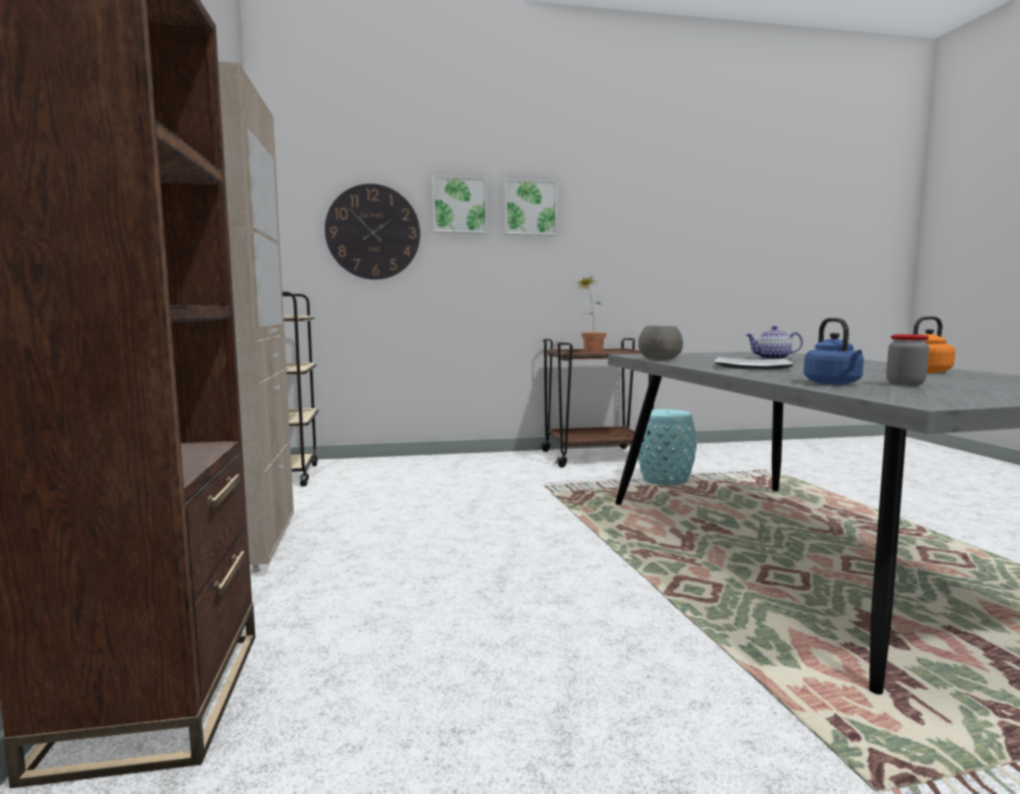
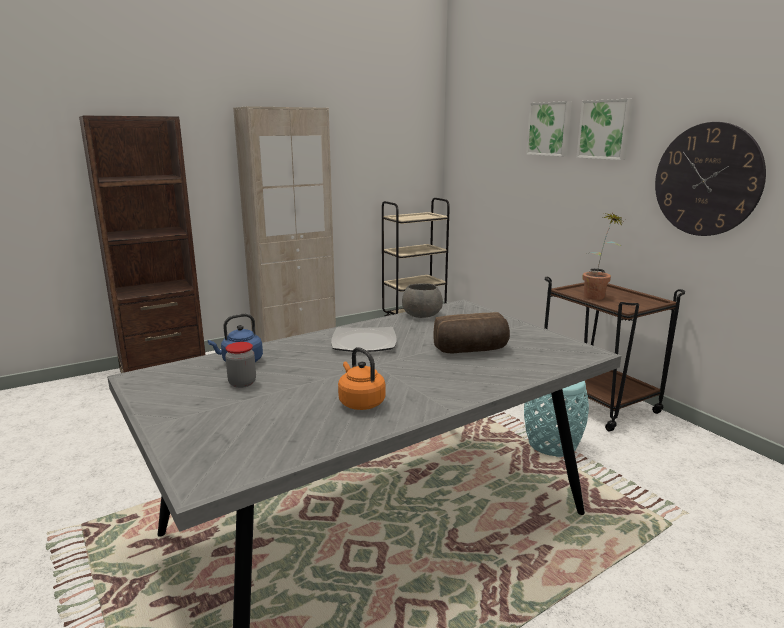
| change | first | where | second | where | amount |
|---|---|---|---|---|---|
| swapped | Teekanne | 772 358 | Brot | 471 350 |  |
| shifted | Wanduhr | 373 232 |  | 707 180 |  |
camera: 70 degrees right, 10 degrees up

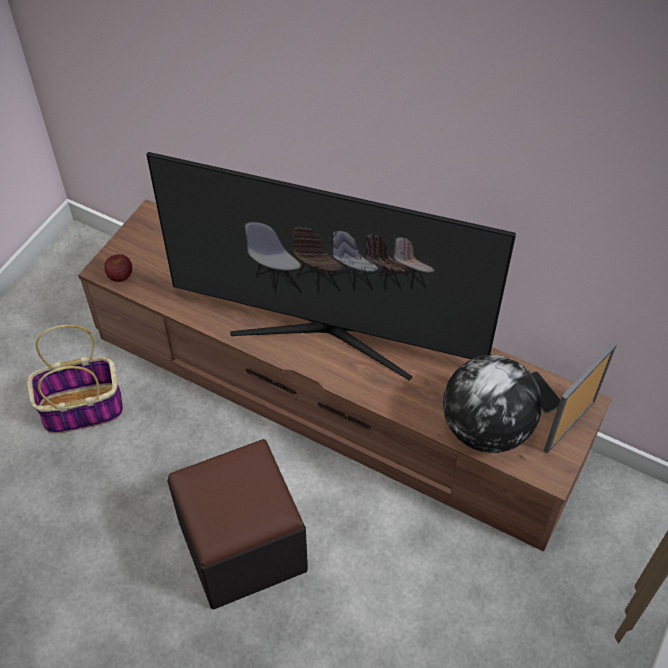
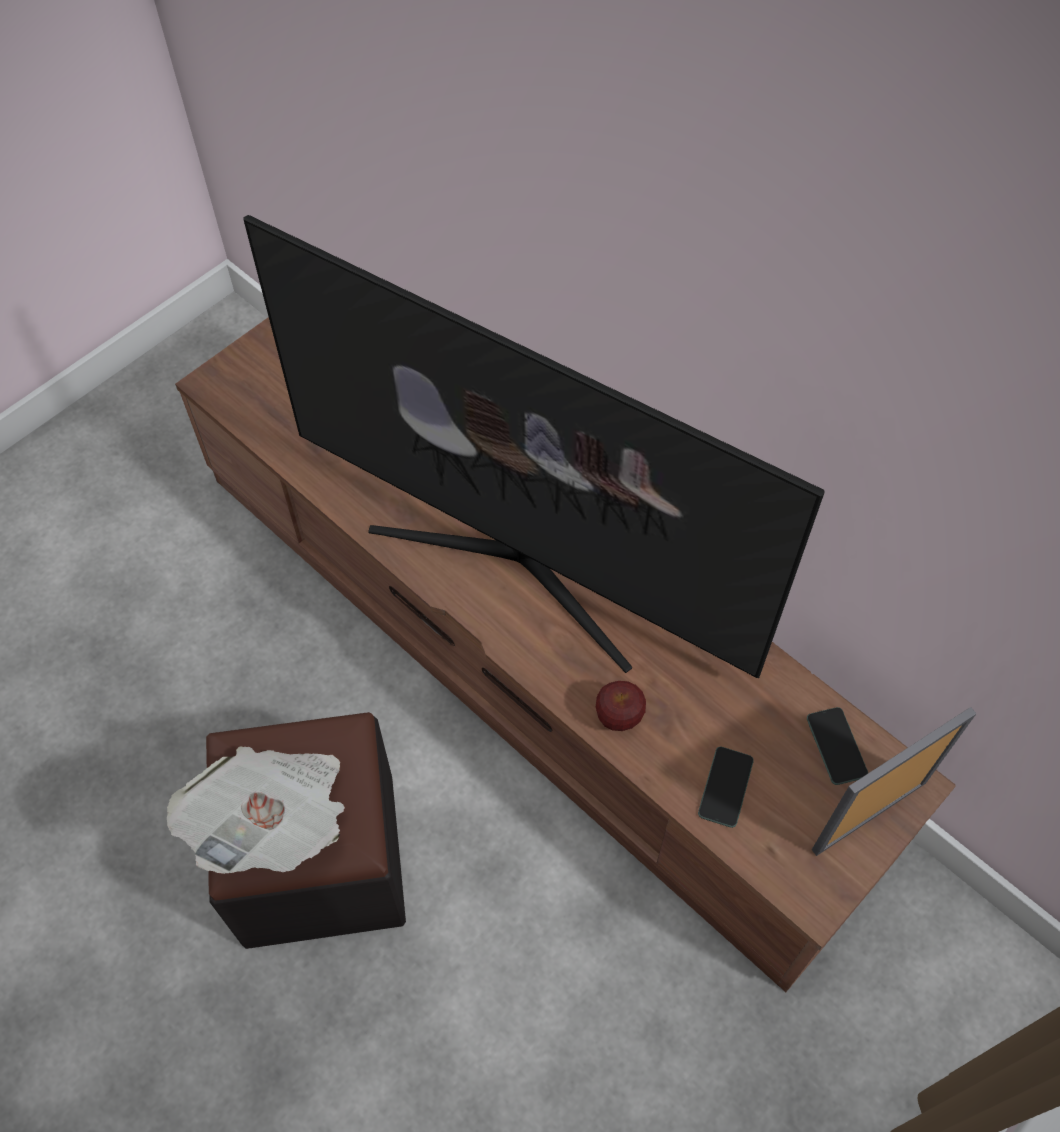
| change | first | where | second | where | amount |
|---|---|---|---|---|---|
| new |  |  | Zeitung | 273 820 |  |
| shifted | Apfel | 120 276 |  | 619 716 |  |
| swapped | Globus | 485 429 | Handy | 725 787 |  |
| gone | Korb | 80 410 |  |  |  |
camera: 15 degrees right, 5 degrees up

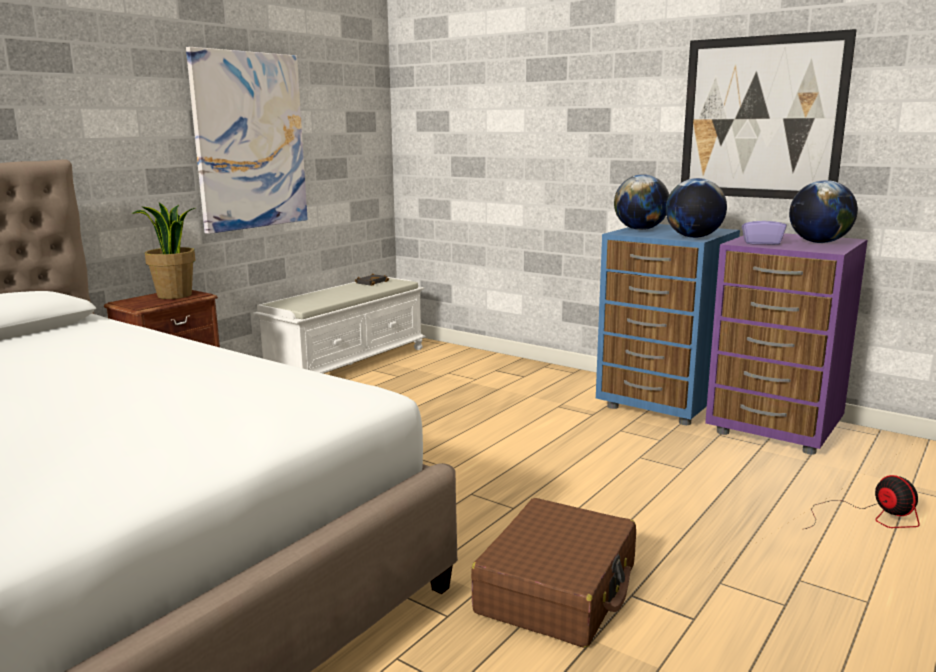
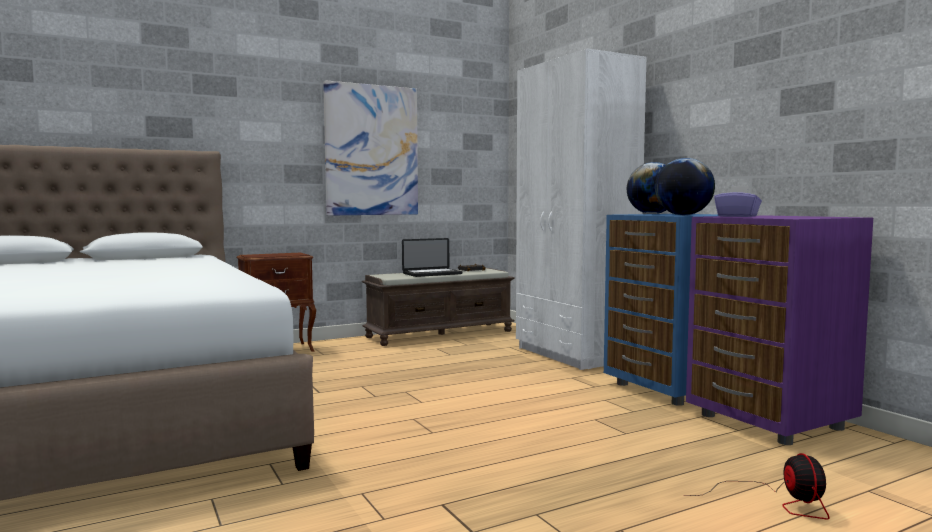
| change | first | where | second | where | amount |
|---|---|---|---|---|---|
| repainted | Bank/weiß | 348 363 | Bank/braun | 440 333 |  |
| new |  |  | Laptop | 432 274 |  |
| new |  |  | Kleiderschrank/weiß | 574 355 |  |
| gone | Topfpflanze | 174 295 |  |  |  |
| gone | Koffer/braun | 557 589 |  |  |  |
| gone | Bild | 761 118 |  |  |  |
| gone | Globus | 819 242 |  |  |  |
camera: 25 degrees right, 10 degrees down

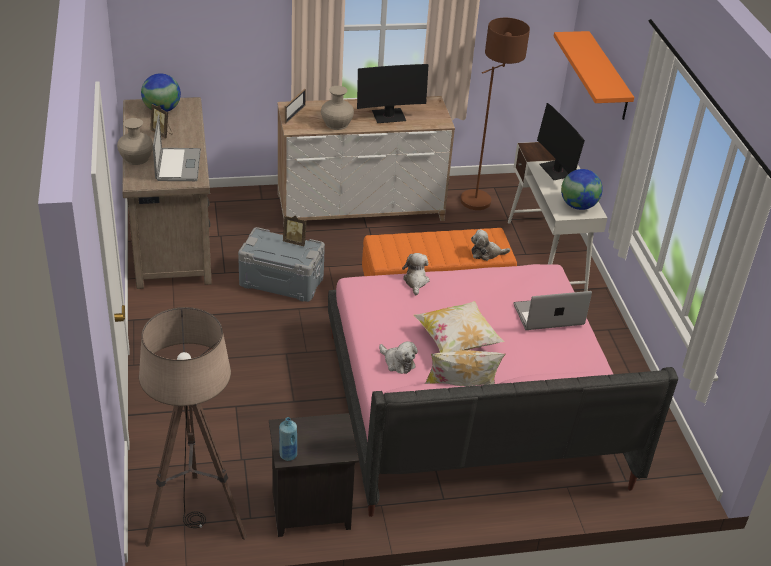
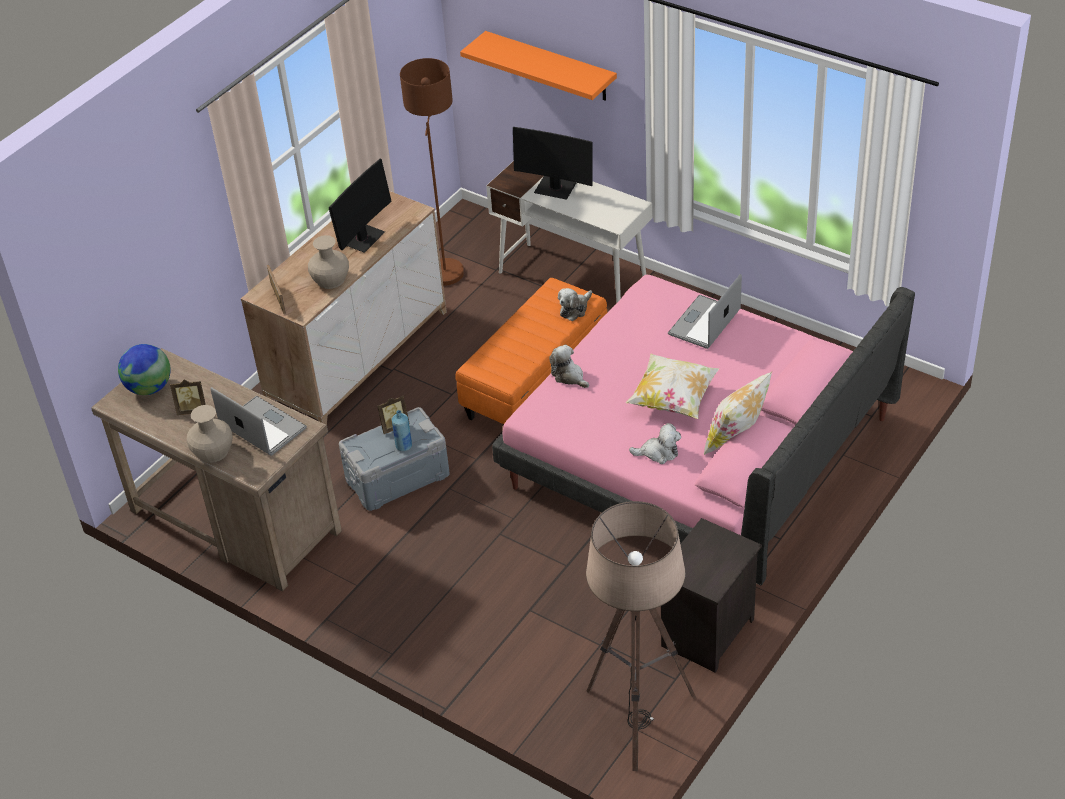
| change | first | where | second | where | amount |
|---|---|---|---|---|---|
| shifted | Flasche/blau | 288 455 |  | 404 446 |  |
| gone | Globus | 578 206 |  |  |  |
camera: 40 degrees left, 5 degrees up

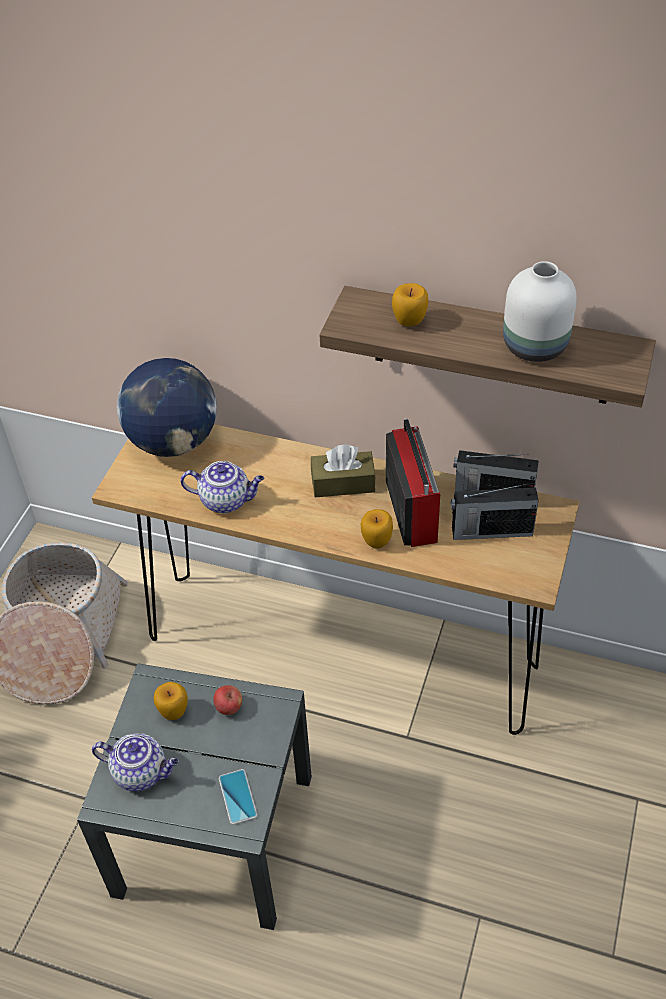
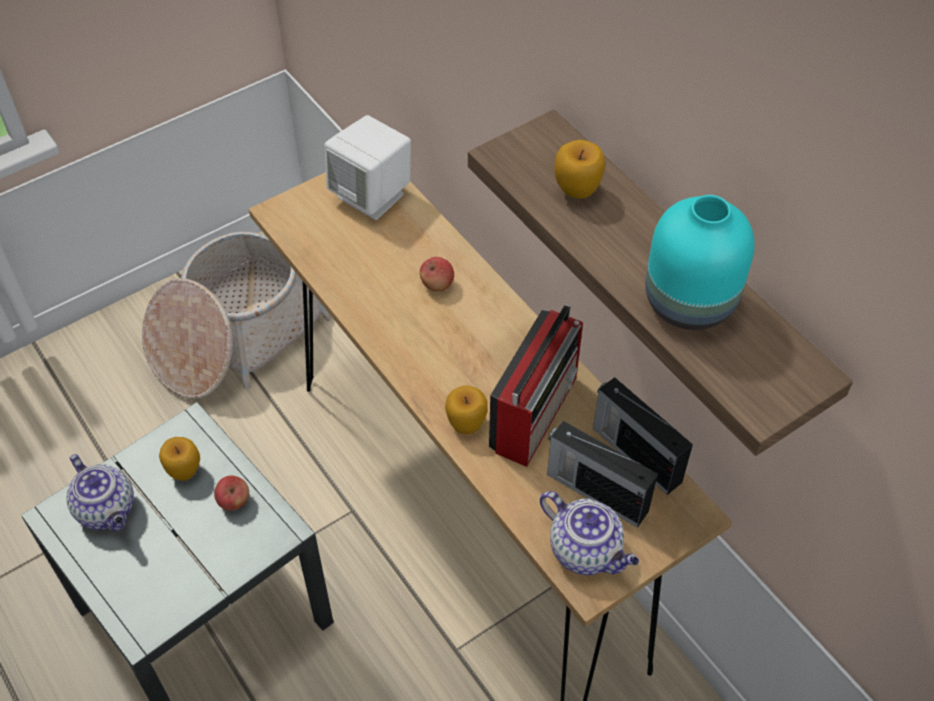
| change | first | where | second | where | amount |
|---|---|---|---|---|---|
| swapped | Globus | 174 442 | Lautsprecher/weiß | 372 196 |  |
| new |  |  | Apfel | 437 285 |  |
| shifted | Teekanne | 226 500 |  | 586 551 |  |
| repainted | Vase/weiß | 533 346 | Vase/türkis | 688 300 |  |
| gone | Handy | 237 797 |  |  |  |
| gone | Taschentuchbox/braun | 343 483 |  |  |  |
camera: 35 degrees right, 5 degrees up

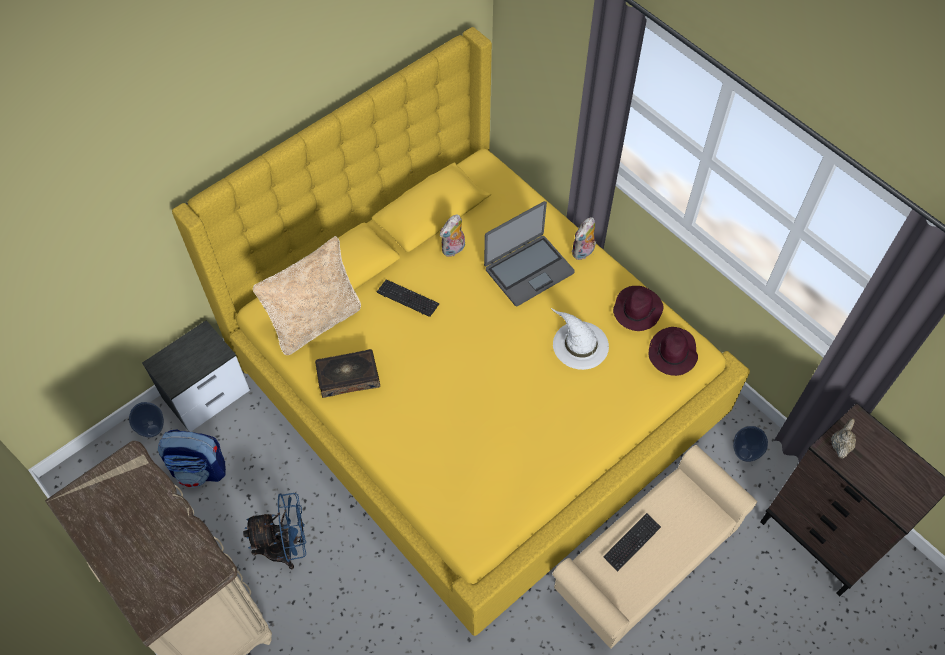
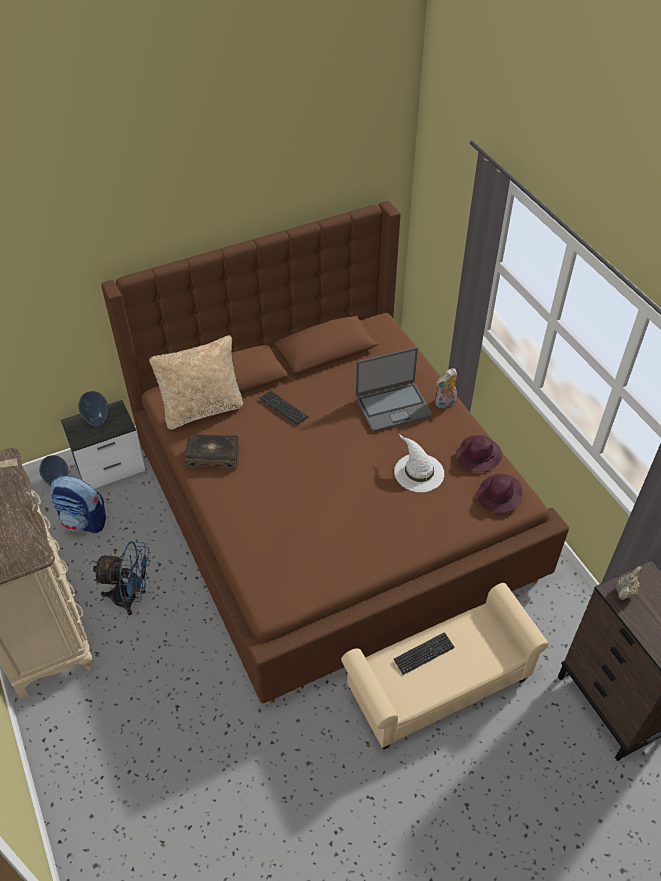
| change | first | where | second | where | amount |
|---|---|---|---|---|---|
| shifted | Vase | 745 454 |  | 97 422 |  |
| repainted | Bett/gelb | 473 386 | Bett/braun | 331 507 |  |
| gone | Plüschtier | 453 250 |  |  |  |
camera: 15 degrees right, 10 degrees down

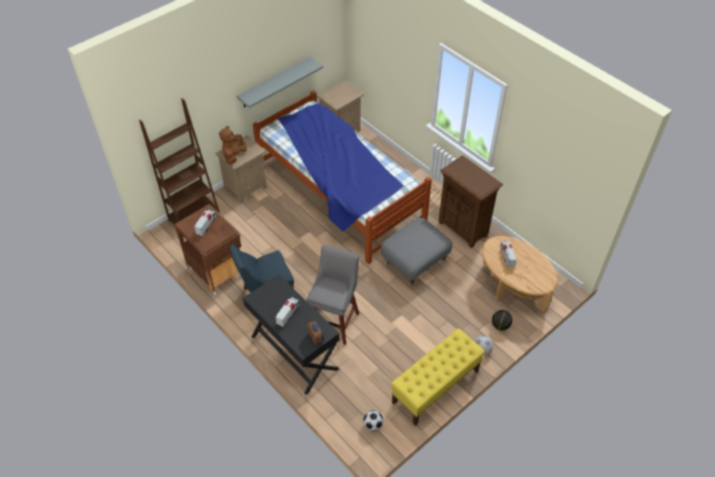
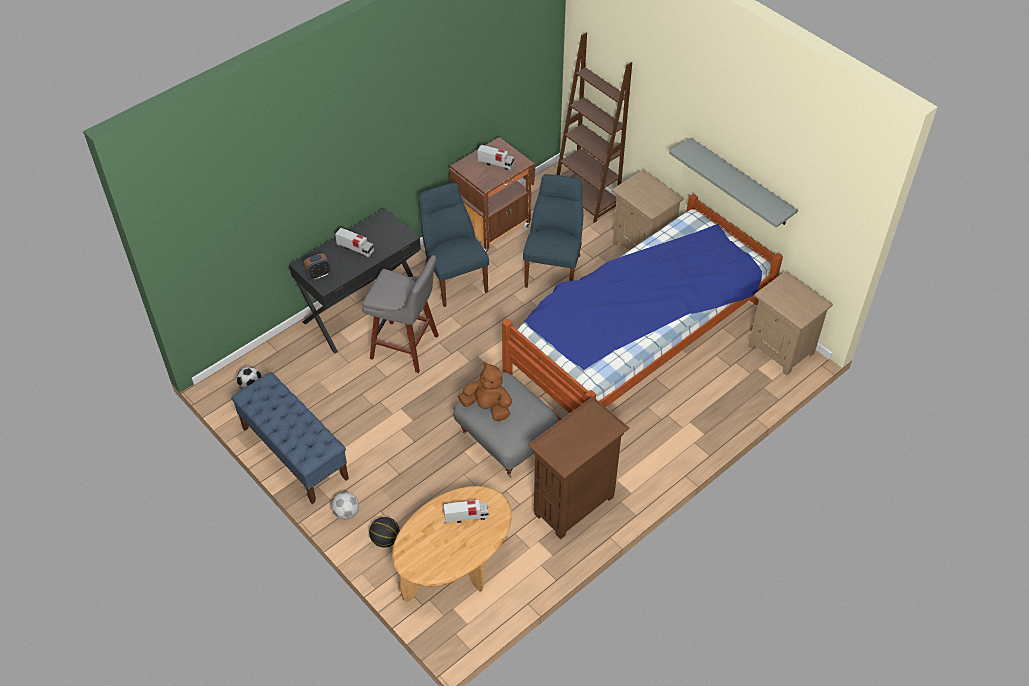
| change | first | where | second | where | amount |
|---|---|---|---|---|---|
| repainted | Bank/gelb | 435 387 | Bank/blau | 294 453 |  |
| shifted | Plüschtier/braun | 234 155 |  | 487 407 |  |
| new |  |  | Stuhl/blau | 554 268 |  |
camera: 90 degrees right, 0 degrees up

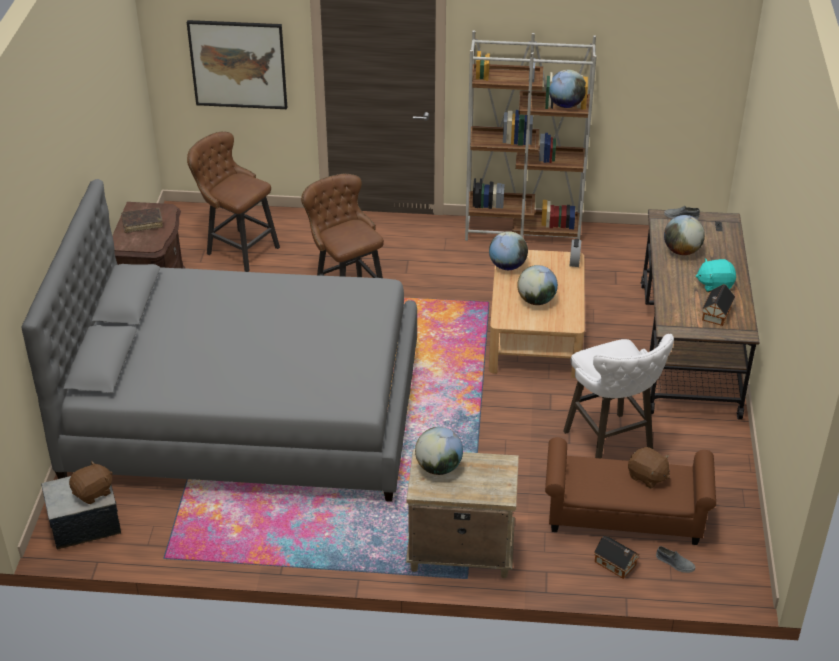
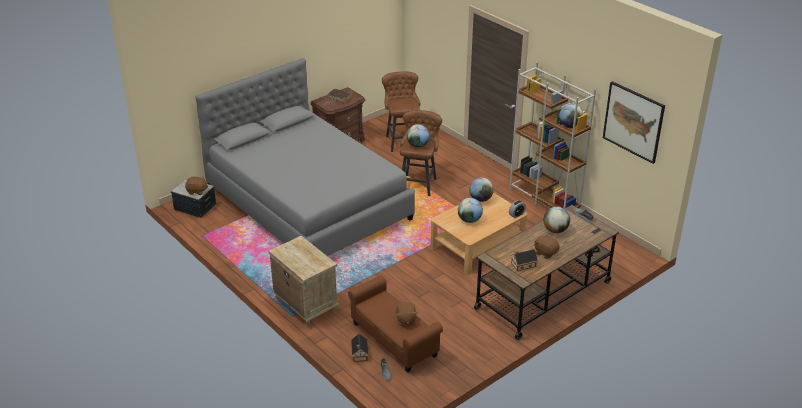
| change | first | where | second | where | amount |
|---|---|---|---|---|---|
| shifted | Globus | 438 467 |  | 418 145 |  |
| repainted | Plüschtier/türkis | 715 284 | Plüschtier/braun | 545 253 |  |
| shifted | Bild | 238 64 |  | 633 121 |  |
| gone | Hocker/weiß | 610 446 |  |  |  |
camera: 45 degrees right, 5 degrees down

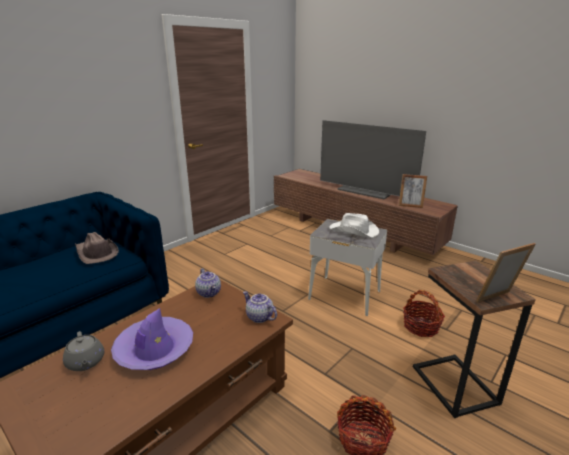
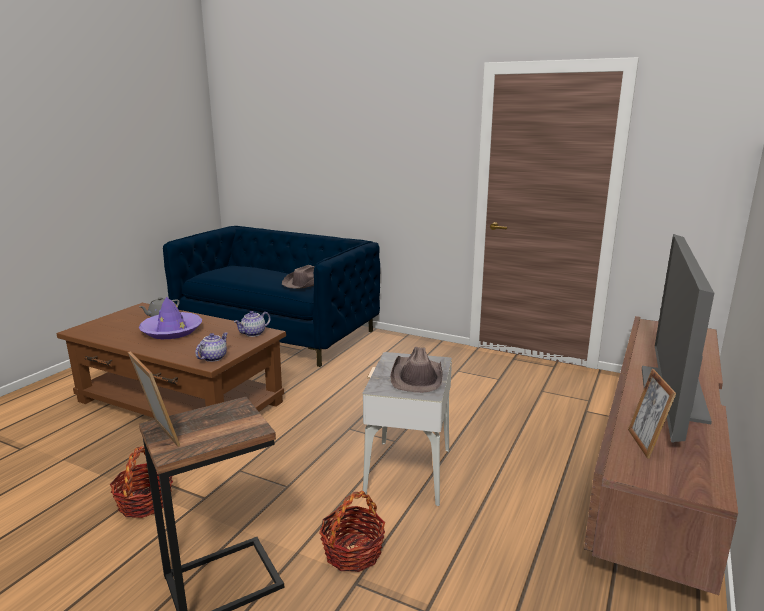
| change | first | where | second | where | amount |
|---|---|---|---|---|---|
| repainted | Hut/weiß | 354 231 | Hut/braun | 417 377 |  |
camera: 75 degrees right, 5 degrees down

